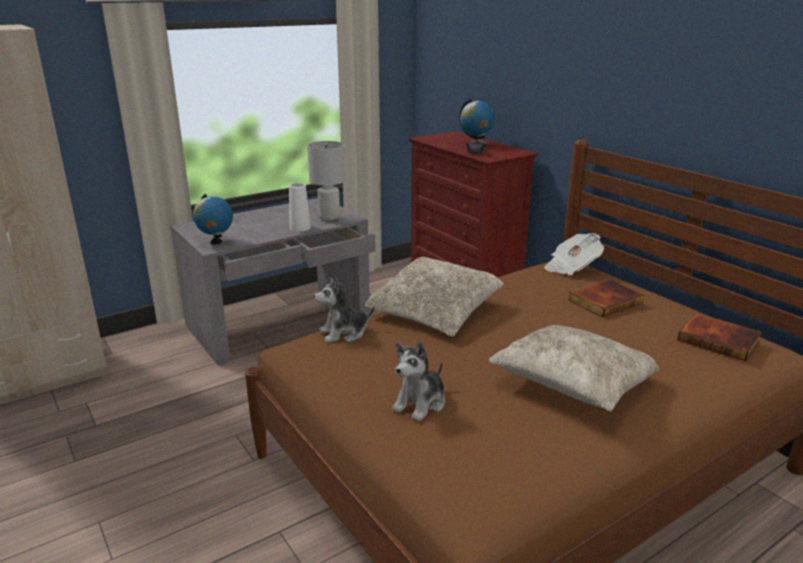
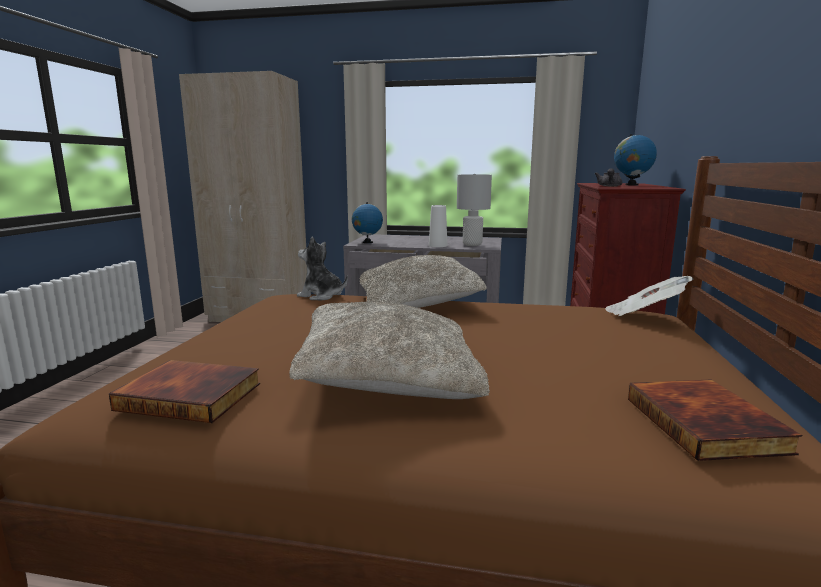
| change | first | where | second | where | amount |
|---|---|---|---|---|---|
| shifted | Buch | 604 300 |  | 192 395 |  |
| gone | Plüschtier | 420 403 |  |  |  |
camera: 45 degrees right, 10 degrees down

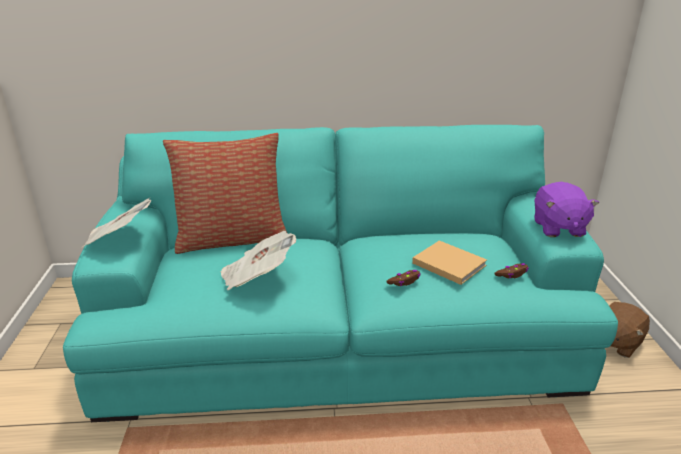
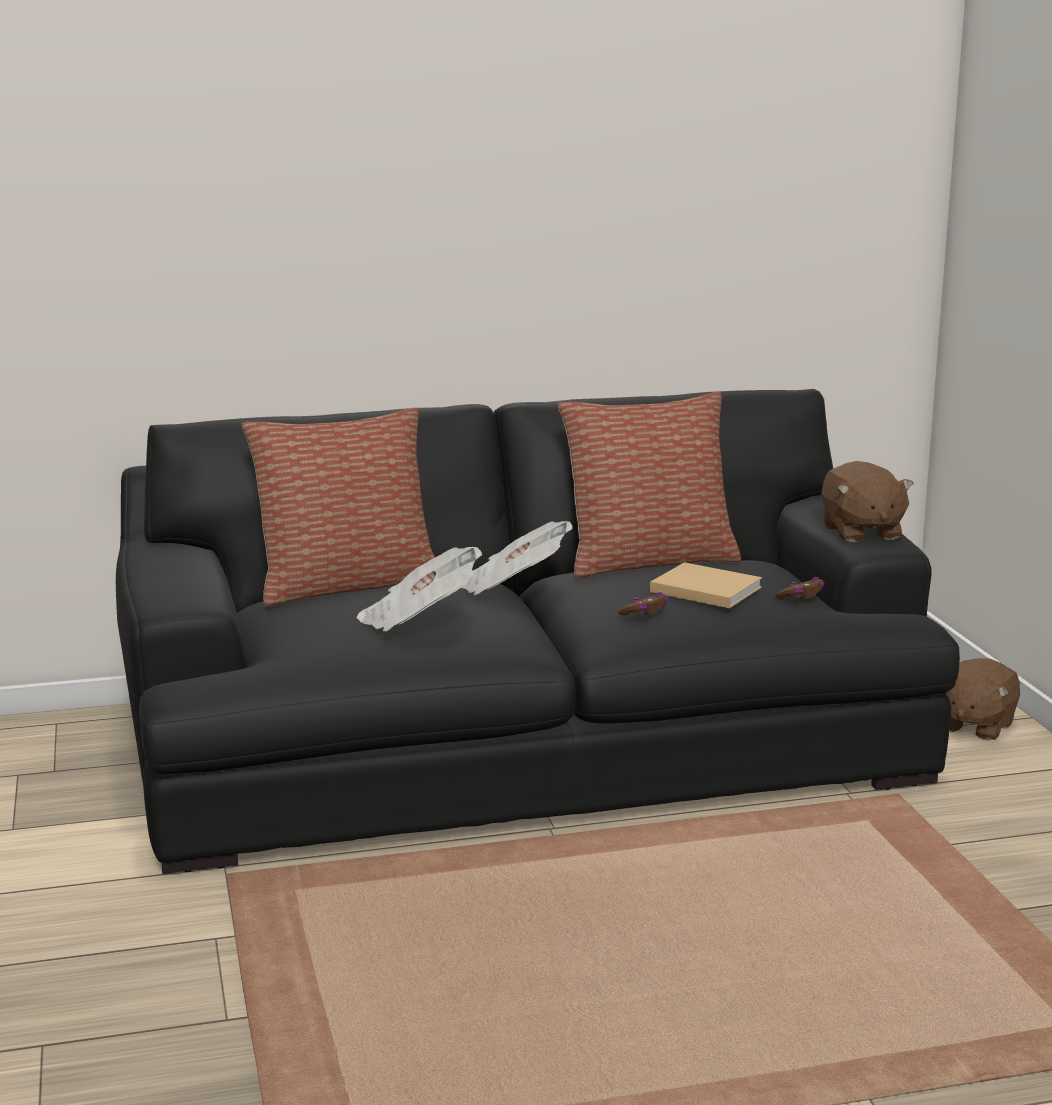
| change | first | where | second | where | amount |
|---|---|---|---|---|---|
| repainted | Sofa/türkis | 340 329 | Sofa/schwarz | 524 744 |  |
| shifted | Zeitung | 120 239 |  | 511 587 |  |
| new |  |  | Kissen | 648 561 |  |
| repainted | Plüschtier/lila | 558 228 | Plüschtier/braun | 861 532 |  |
camera: 10 degrees left, 10 degrees down

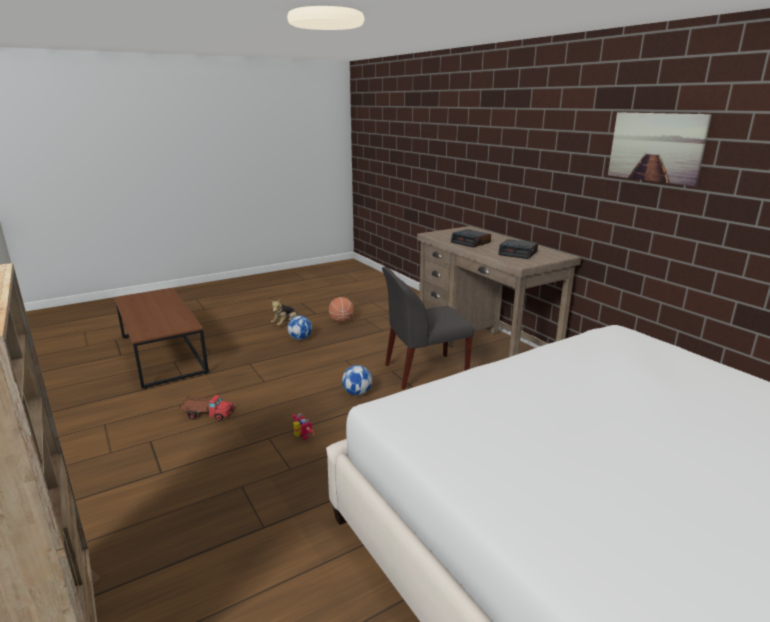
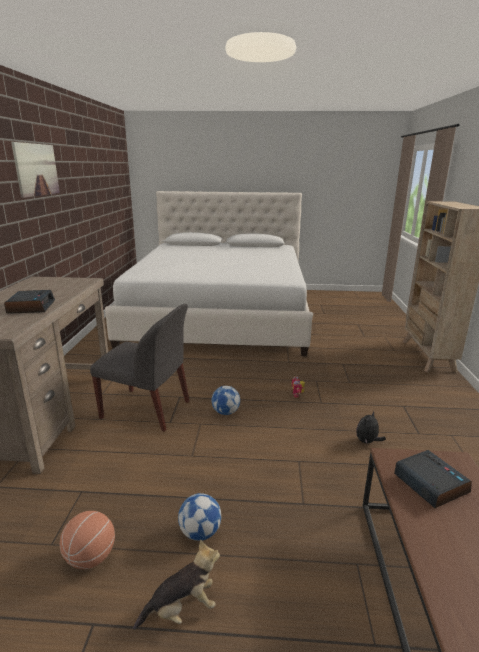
| change | first | where | second | where | amount |
|---|---|---|---|---|---|
| swapped | Spielzeuglaster | 207 414 | Plüschtier | 367 442 |  |
| shifted | Wecker | 518 253 |  | 429 483 |  |
camera: 145 degrees left, 0 degrees up

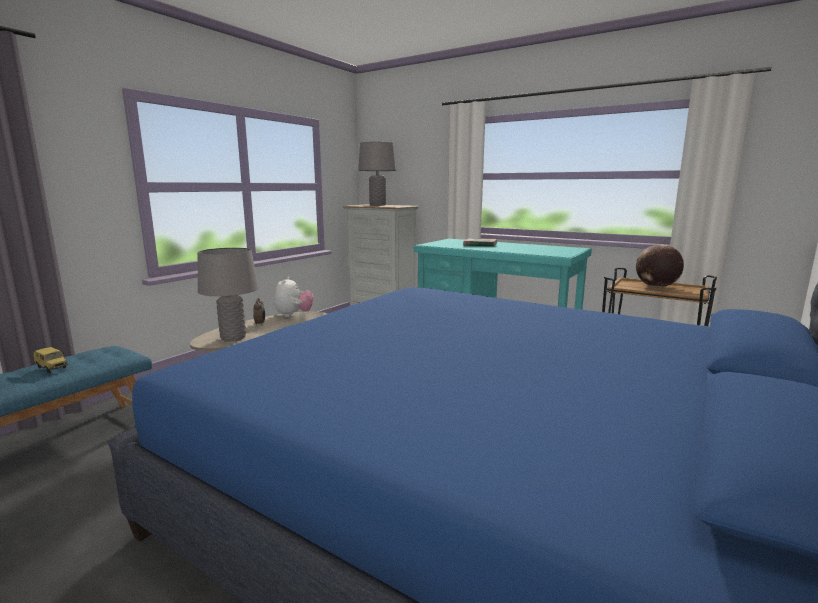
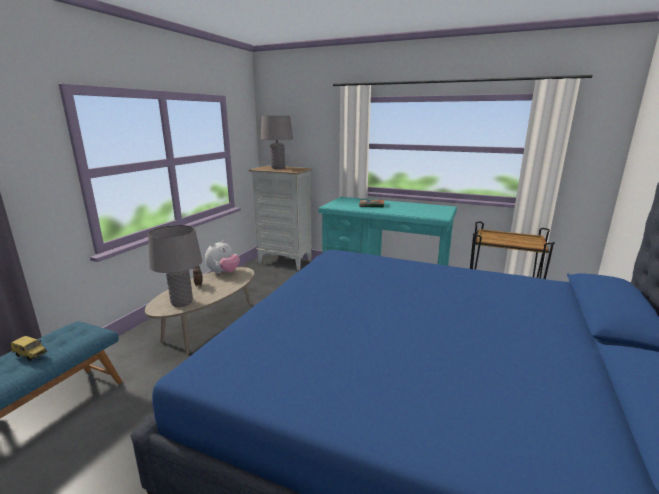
| change | first | where | second | where | amount |
|---|---|---|---|---|---|
| rotated | Plüschtier | 293 315 |  | 223 272 | 45 degrees clockwise |
| gone | Globus | 656 287 |  |  |  |
camera: 10 degrees left, 5 degrees up

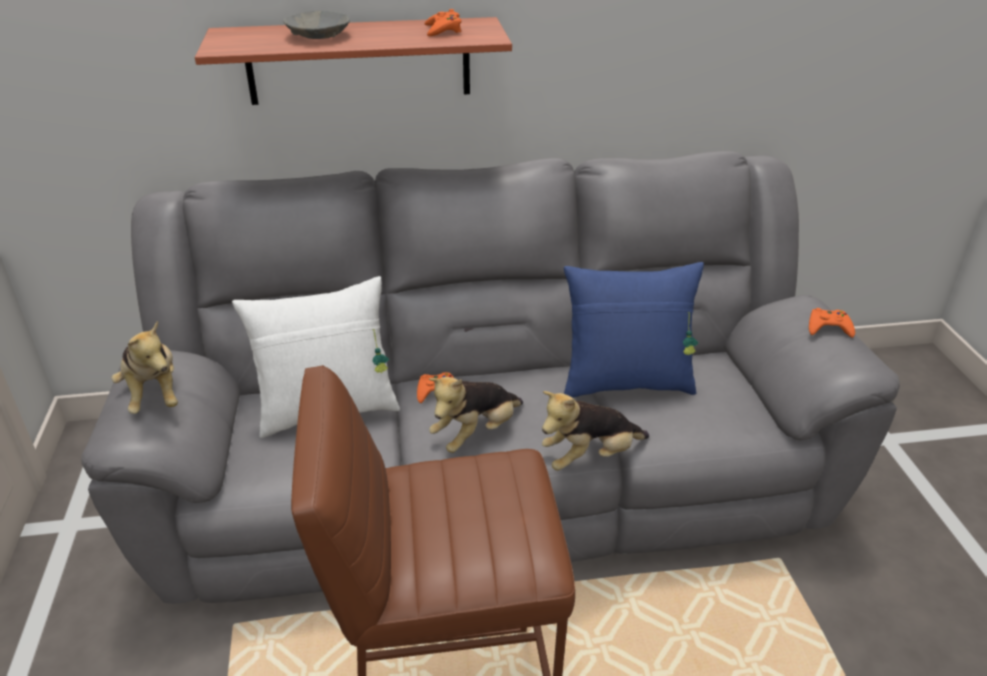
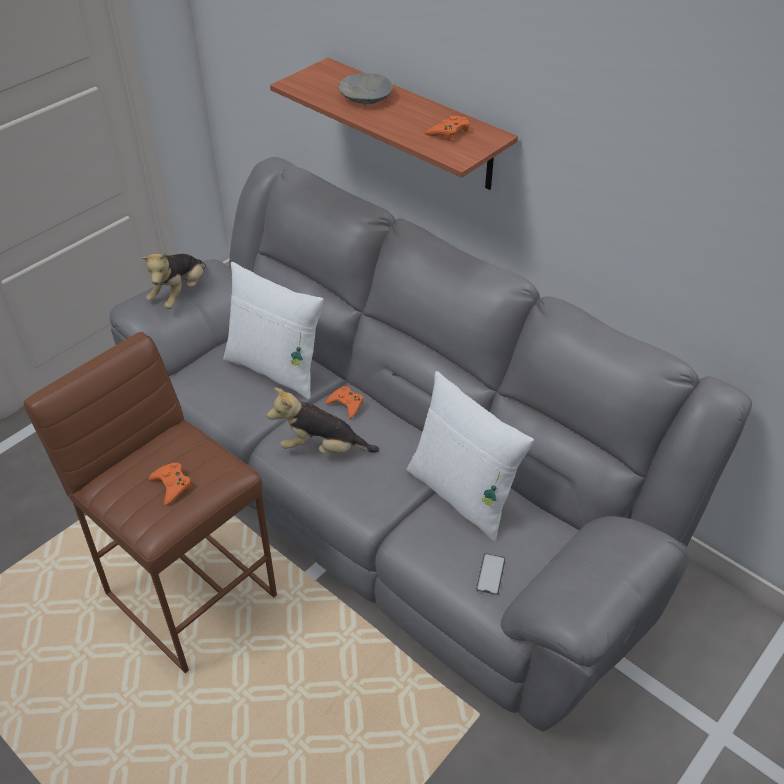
| change | first | where | second | where | amount |
|---|---|---|---|---|---|
| shifted | Gamepad/orange | 828 327 |  | 172 485 |  |
| repainted | Kissen/blau | 626 384 | Kissen/weiß | 461 495 |  |
| new |  |  | Handy | 490 574 |  |
| gone | Plüschtier | 590 457 |  |  |  |
camera: 50 degrees right, 10 degrees up

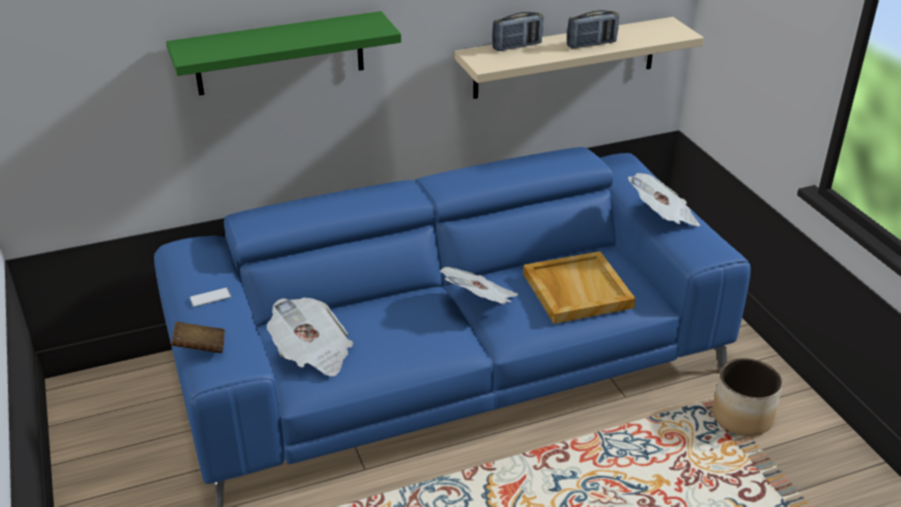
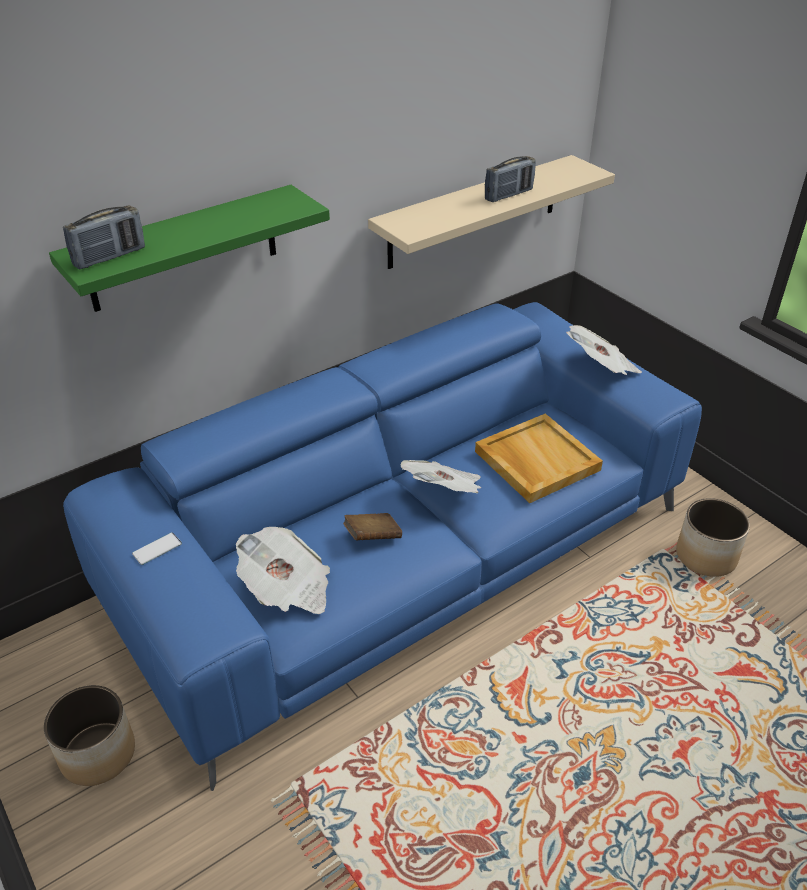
| change | first | where | second | where | amount |
|---|---|---|---|---|---|
| new |  |  | Pflanzkübel | 97 753 |  |
| shifted | Radio | 517 46 |  | 109 257 |  |
| shifted | Buch/braun | 200 348 |  | 372 537 |  |
camera: 15 degrees left, 5 degrees up

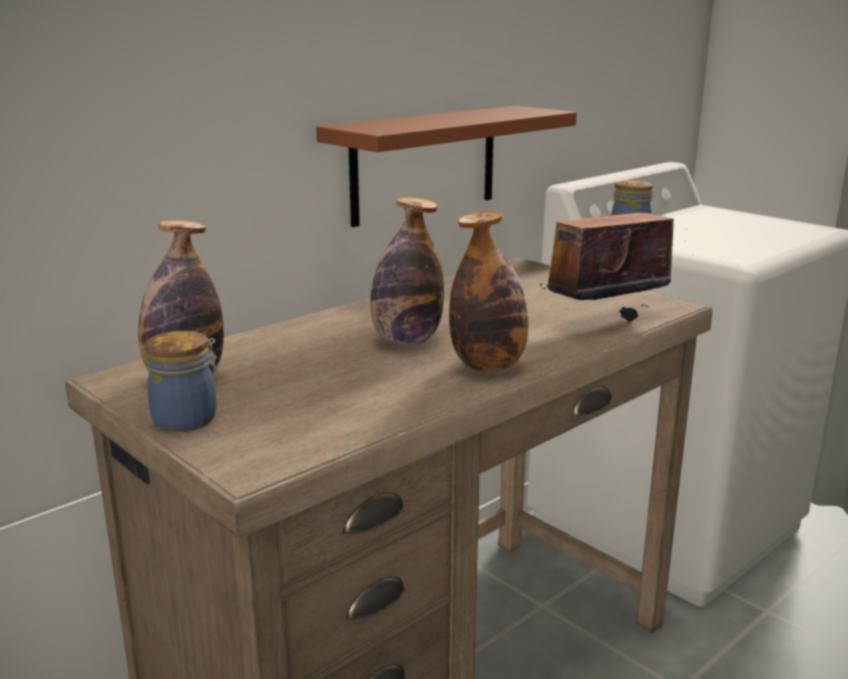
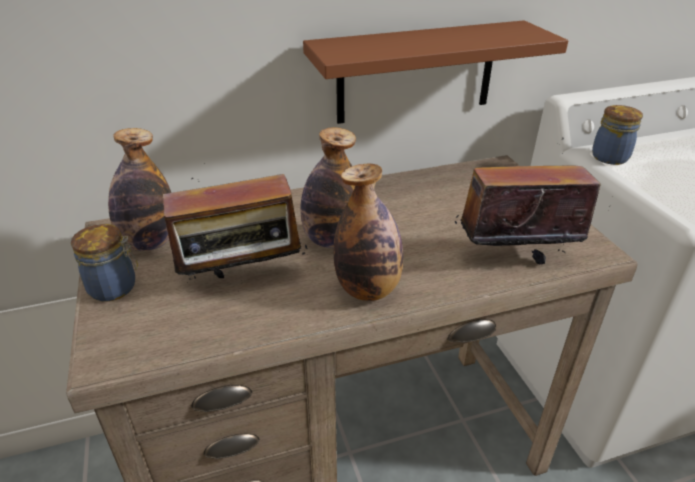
| change | first | where | second | where | amount |
|---|---|---|---|---|---|
| new |  |  | Radio | 242 279 |  |
camera: 25 degrees right, 15 degrees up

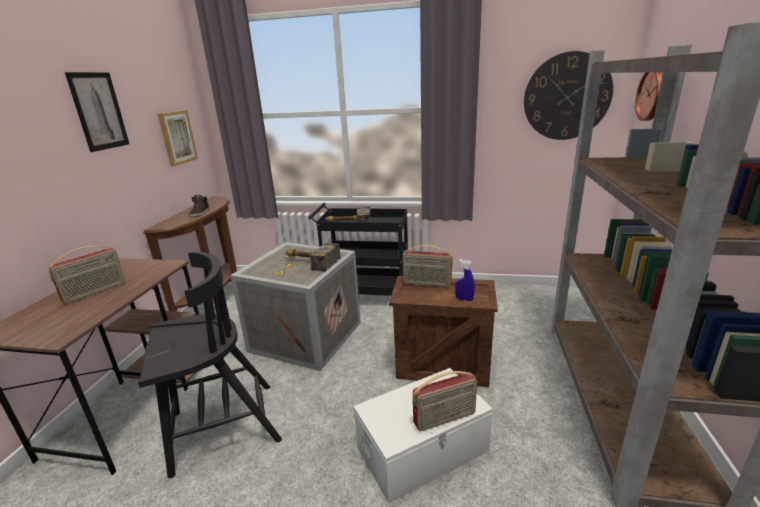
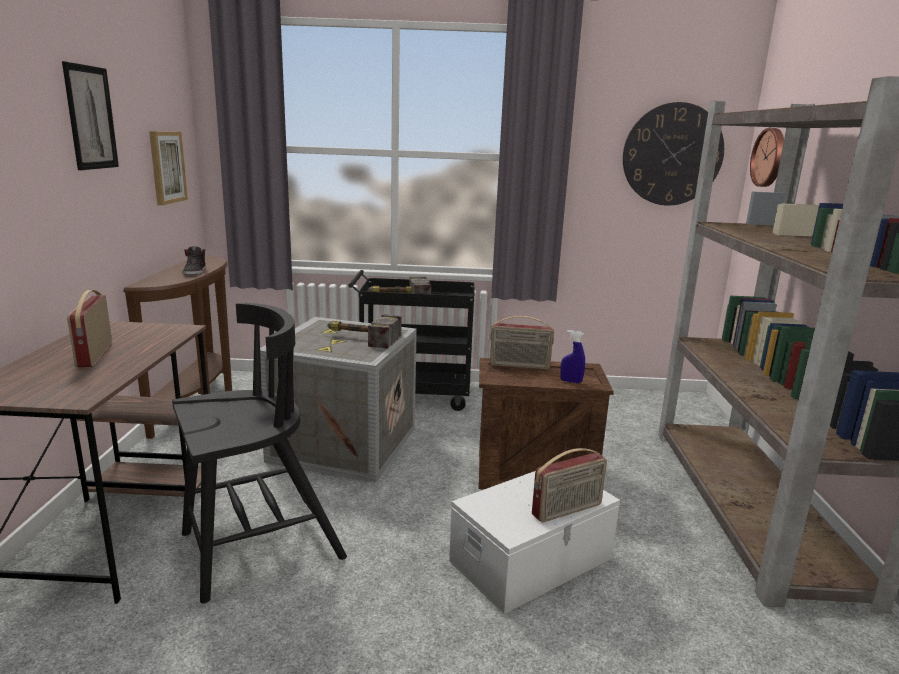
| change | first | where | second | where | amount |
|---|---|---|---|---|---|
| rotated | Radio | 95 292 |  | 93 354 | 135 degrees clockwise |
camera: 10 degrees left, 5 degrees down

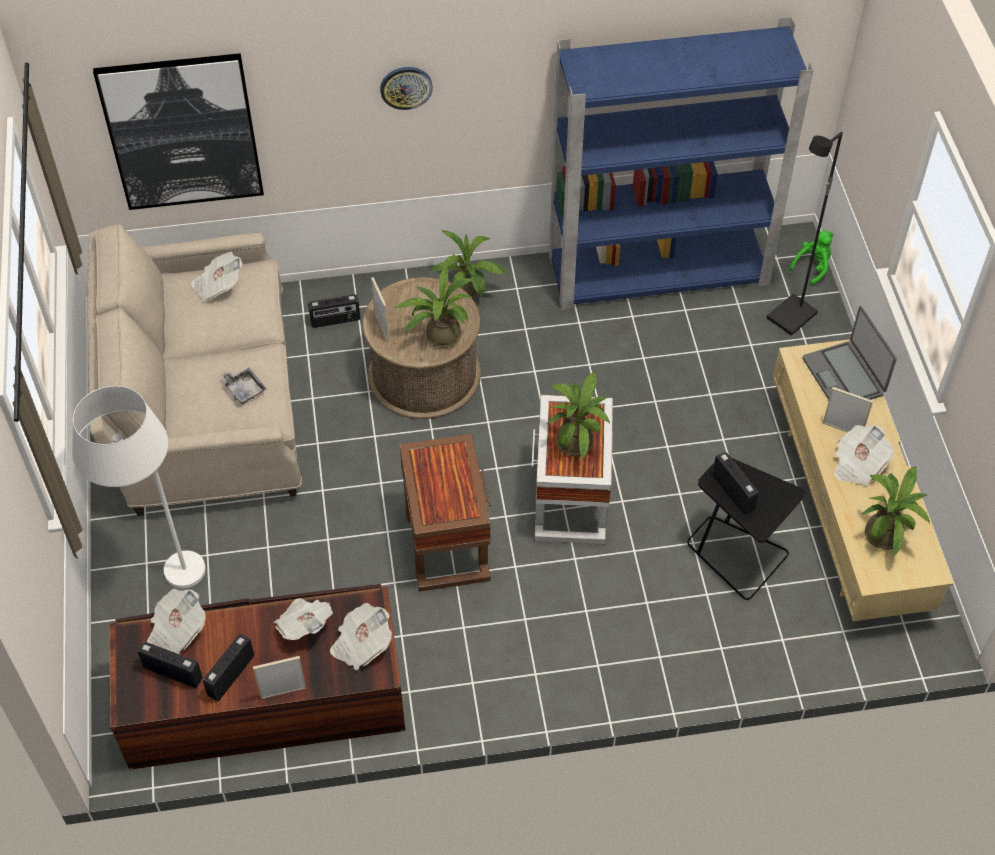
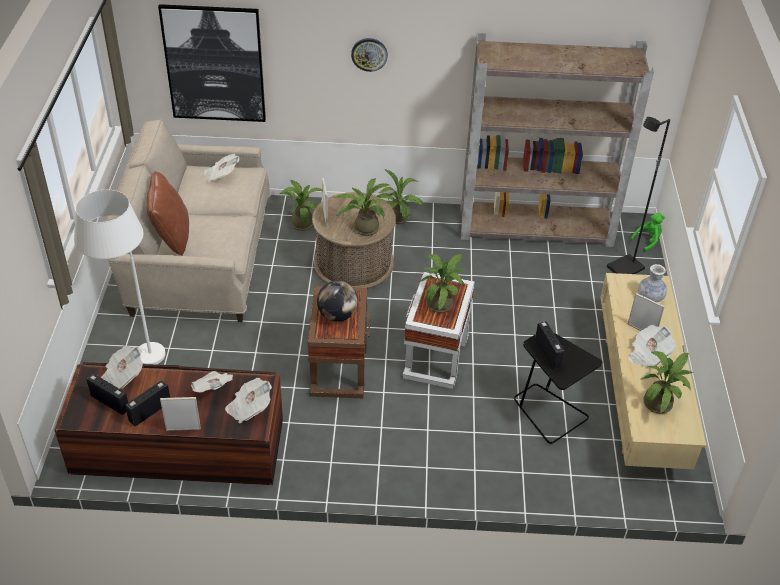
| change | first | where | second | where | amount |
|---|---|---|---|---|---|
| new |  |  | Kissen/braun | 172 237 |  |
| swapped | Radio | 335 321 | Topfpflanze | 302 222 |  |
| new |  |  | Globus | 337 315 |  |
| repainted | Bücherregal/blau | 658 271 | Bücherregal/braun | 535 226 |  |
| swapped | Laptop | 844 376 | Vase | 650 297 |  |
| gone | Tablett/grau | 244 389 |  |  |  |
camera: 10 degrees right, 10 degrees down

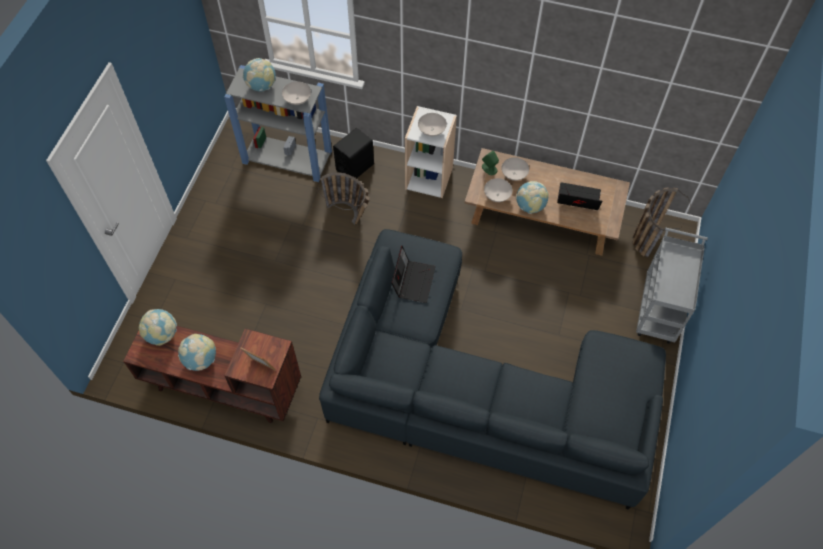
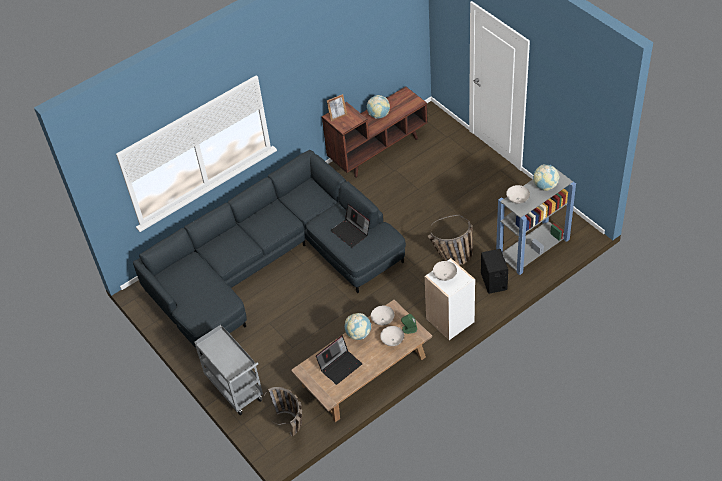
| change | first | where | second | where | amount |
|---|---|---|---|---|---|
| gone | Globus | 162 334 |  |  |  |
camera: 130 degrees right, 10 degrees down

